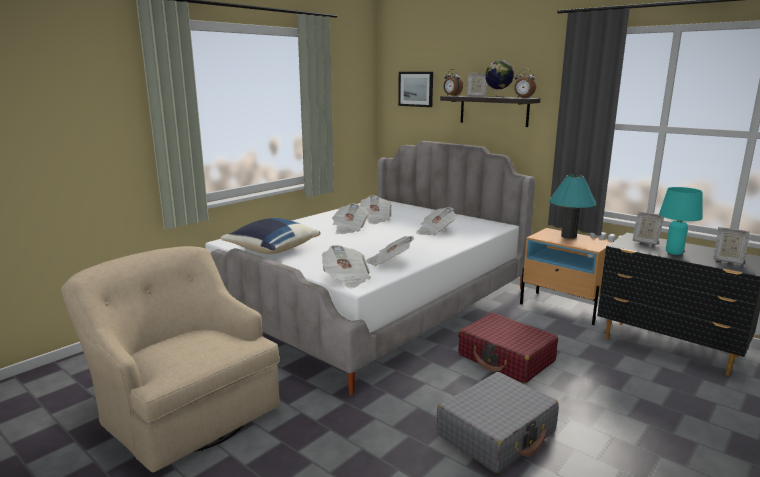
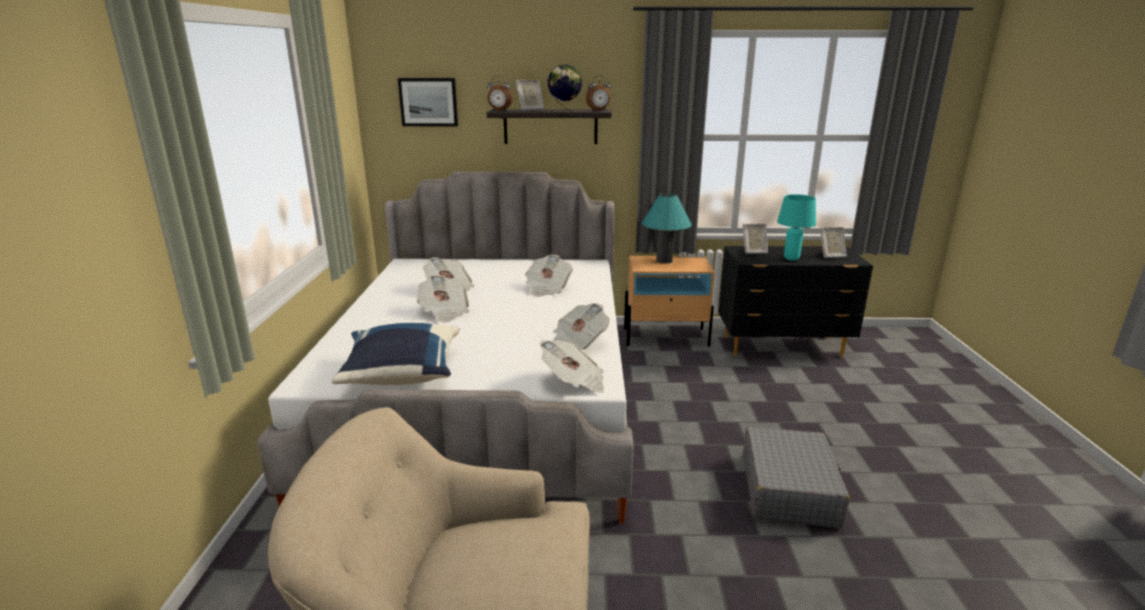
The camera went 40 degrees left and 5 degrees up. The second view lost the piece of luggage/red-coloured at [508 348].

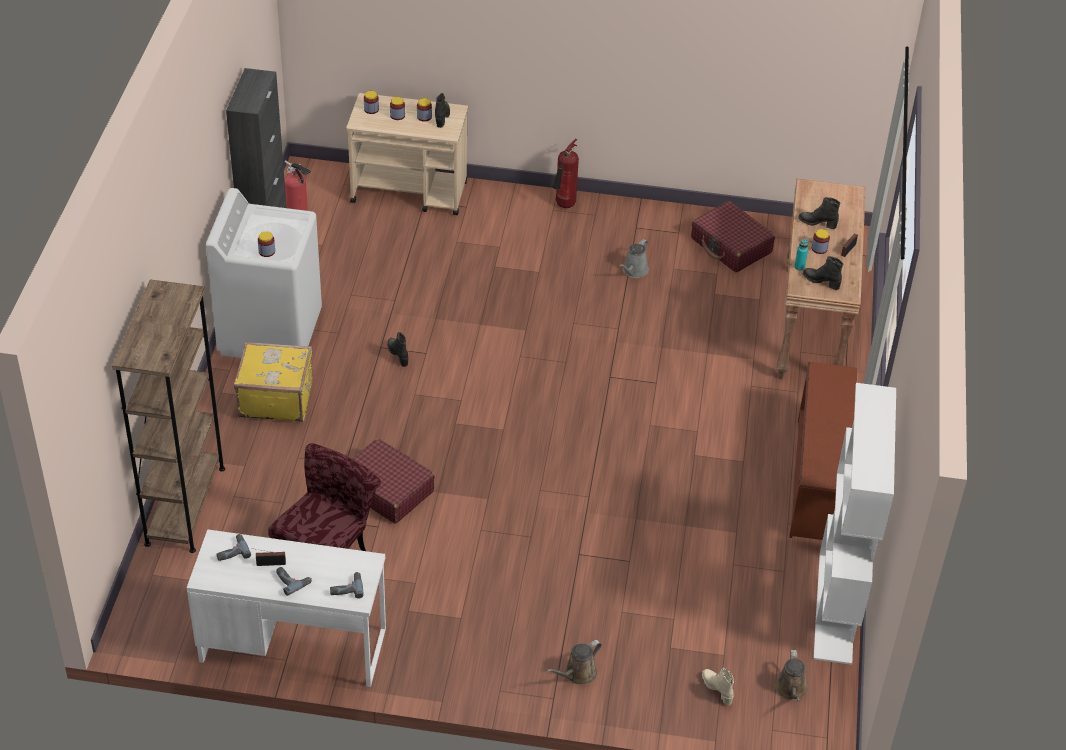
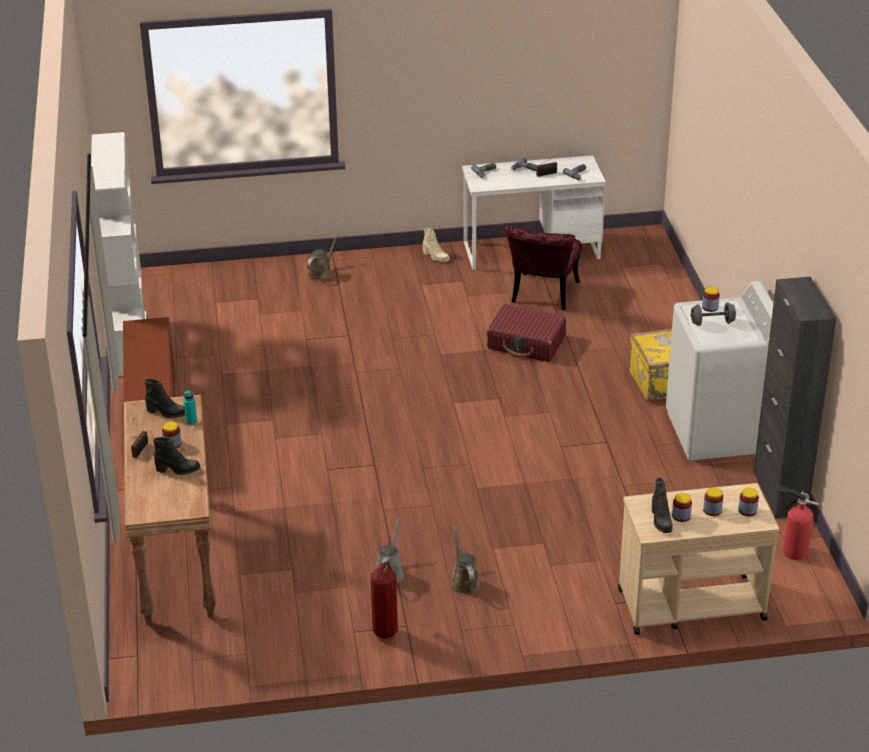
The camera went 165 degrees right and 10 degrees down. The second view lost the bookcase/brown-coloured at [168 416]. The second view lost the boot/black-coloured at [397 349]. The extinguisher ended up elsewhere, having gone from [566 173] to [384 600]. The second view lost the piece of luggage/red-coloured at [733 237]. The boot/beige-coloured ended up elsewhere, having gone from [718 686] to [436 244]. The sprinkling can/brown-coloured ended up elsewhere, having gone from [791 675] to [465 560]. The second view gained the hand weight/gray at [713 314].

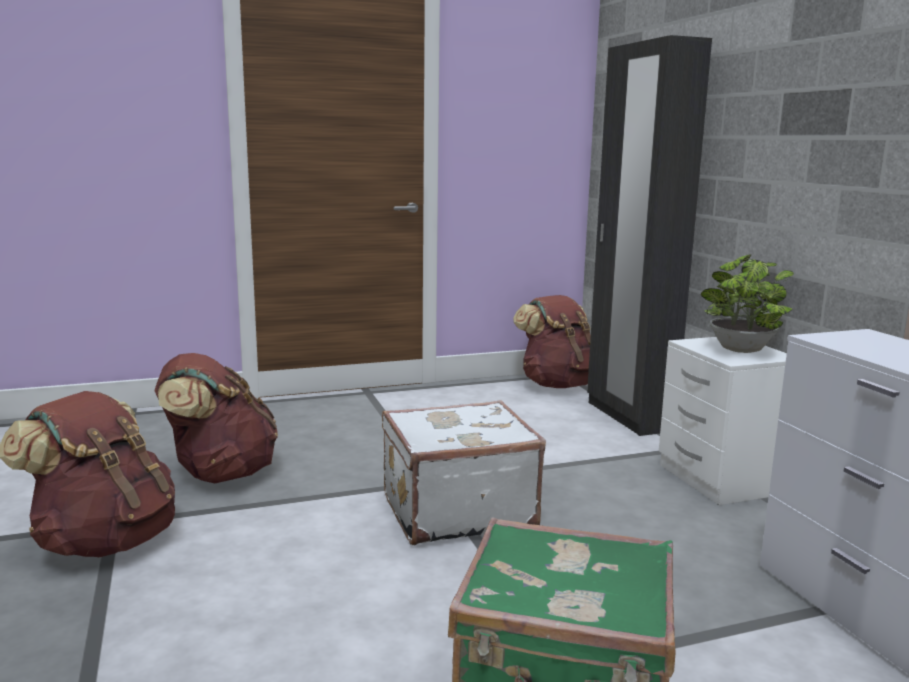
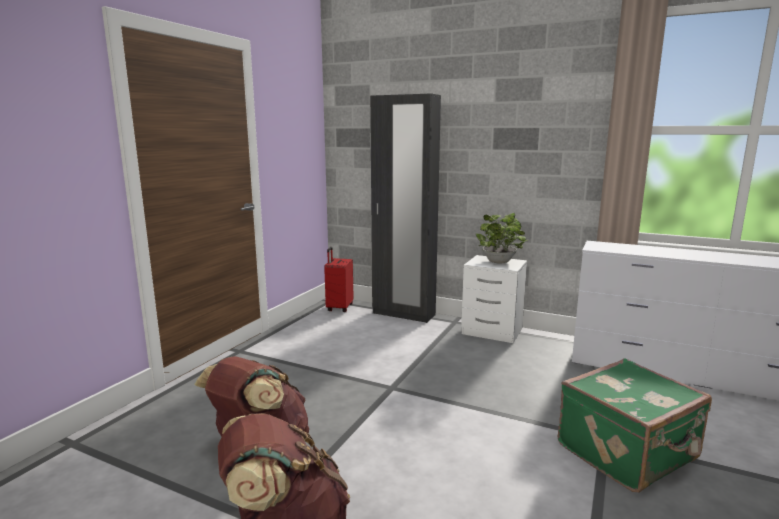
The camera went 45 degrees left and 0 degrees up. The second view lost the piece of luggage/white at [464 472]. Where the knapsack/brown-coloured stood at [552 341], the piece of luggage/red-coloured came to stand at [339 279].

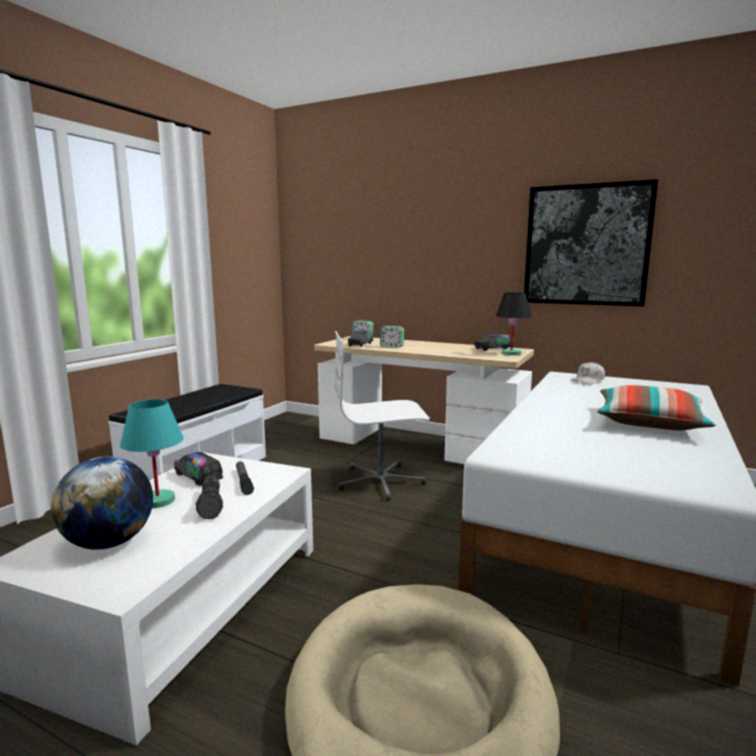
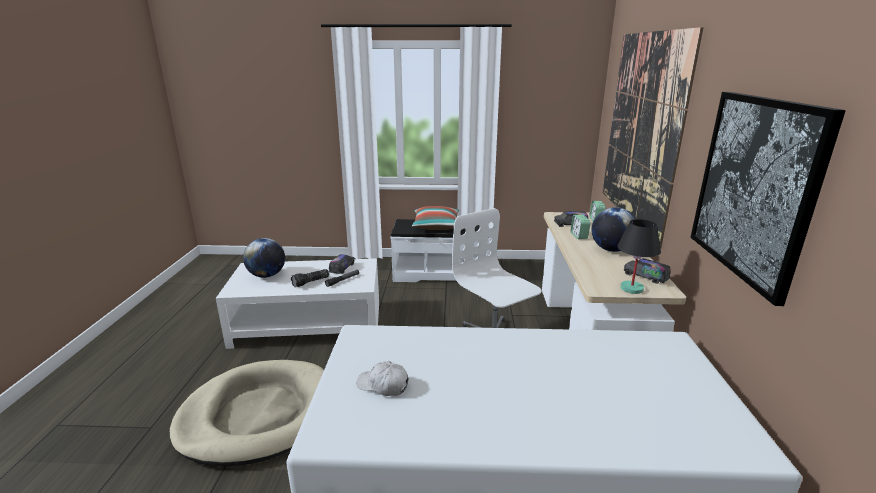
The camera went 65 degrees right and 10 degrees up. The second view lost the lamp for a table/blue-green at [152 453]. The peaked cap/white ended up elsewhere, having gone from [588 373] to [383 378]. The throw pillow ended up elsewhere, having gone from [657 407] to [435 218]. The second view gained the globe at [614 229]. The second view gained the picture at [653 137].

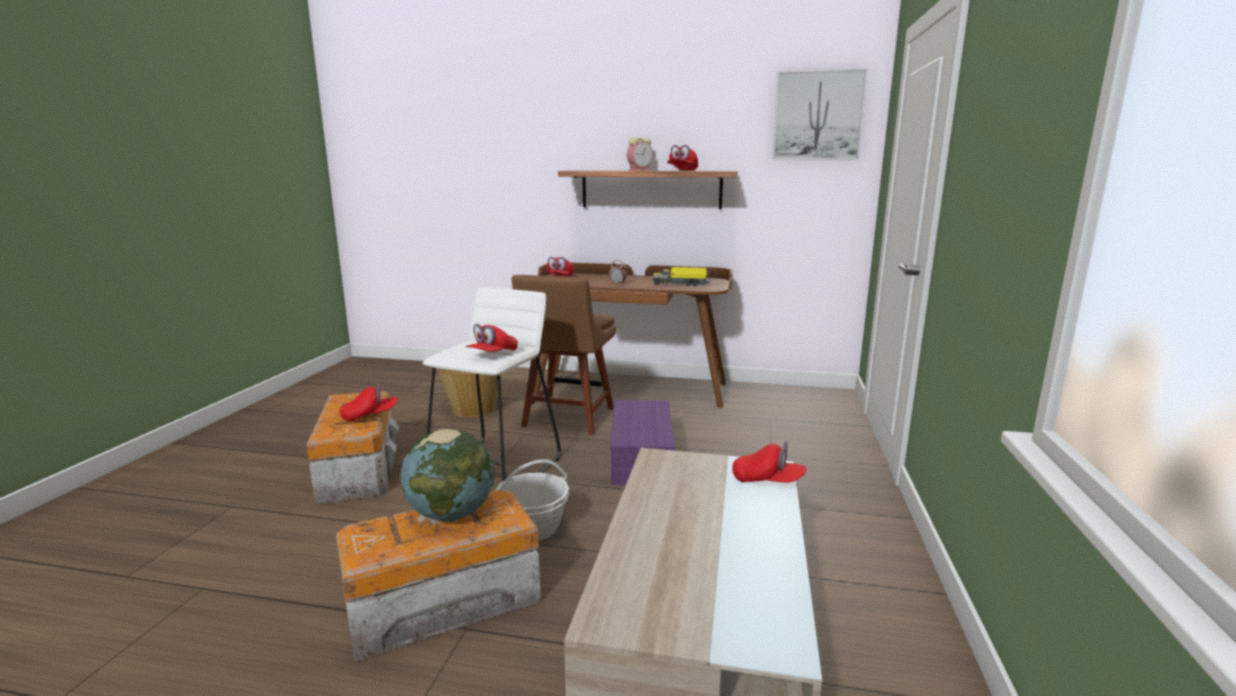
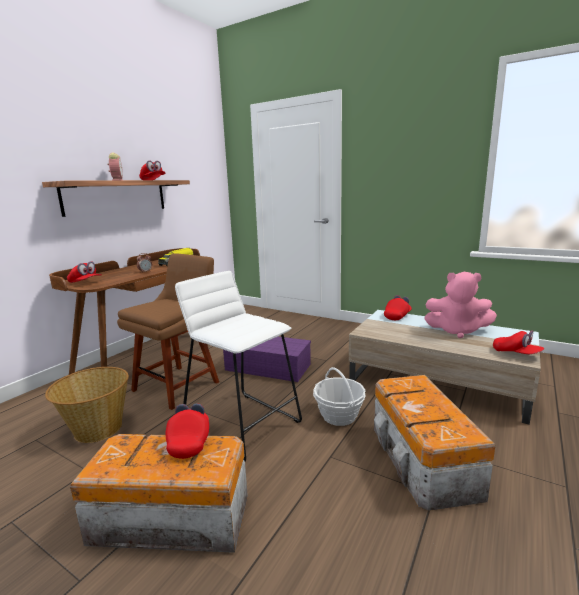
The camera went 70 degrees left and 0 degrees up. The second view lost the globe at [447 475]. The peaked cap/red-coloured ended up elsewhere, having gone from [492 338] to [519 342]. The chair/brown-coloured at [564 355] ended up facing another way, 90 degrees counterclockwise from before. The second view lost the picture at [820 114]. The second view gained the cuddly toy/pinkish at [460 305].

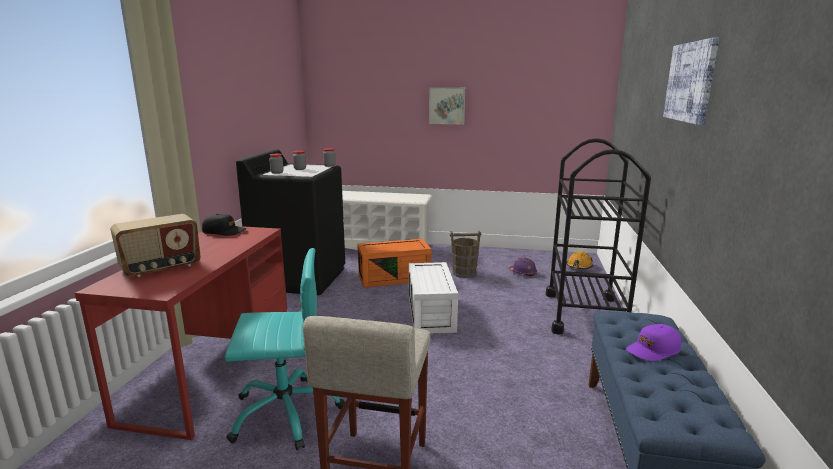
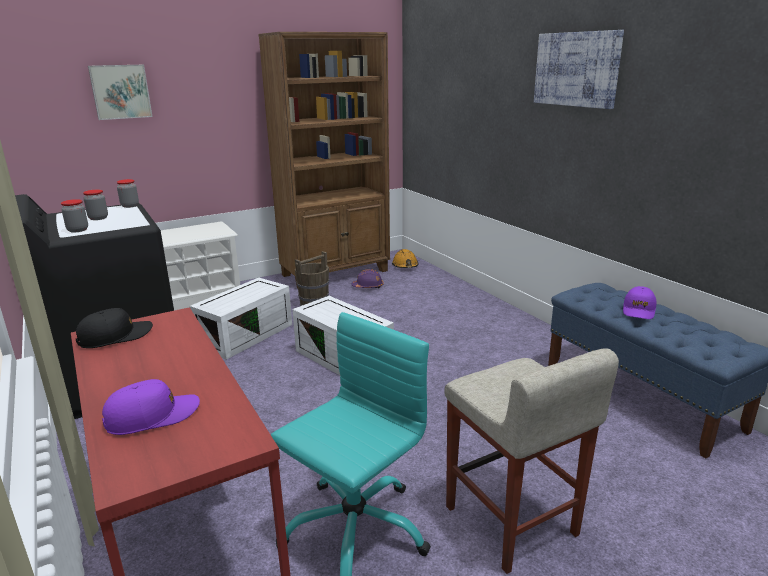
The camera went 40 degrees left and 5 degrees up. Where the radio stood at [156 245], the peaked cap/purple-coloured came to stand at [151 407]. What was the storage bin/orangey at [394 263] turned into the storage bin/white at [241 319]. The picture ended up elsewhere, having gone from [447 105] to [120 92]. The second view lost the trolley/black-coloured at [598 236]. The second view gained the bookcase/brown-coloured at [324 160].

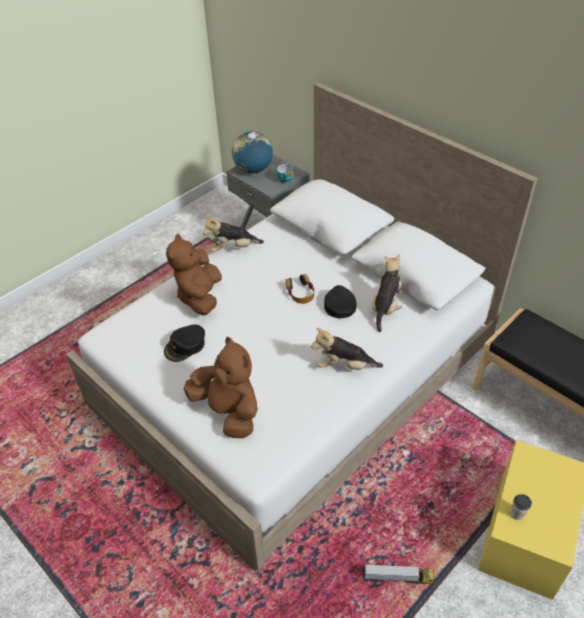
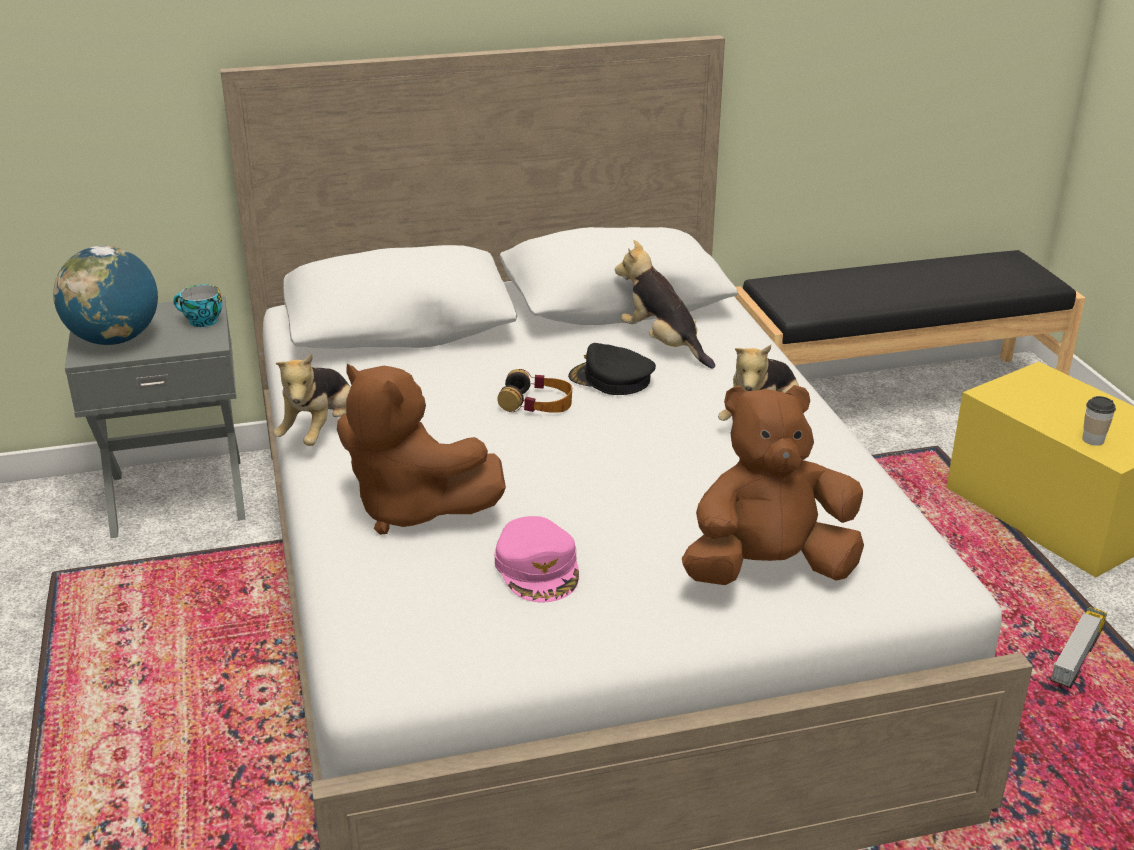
The camera went 60 degrees left and 15 degrees down. What was the peaked cap/black-coloured at [184 343] turned into the peaked cap/pinkish at [537 559].

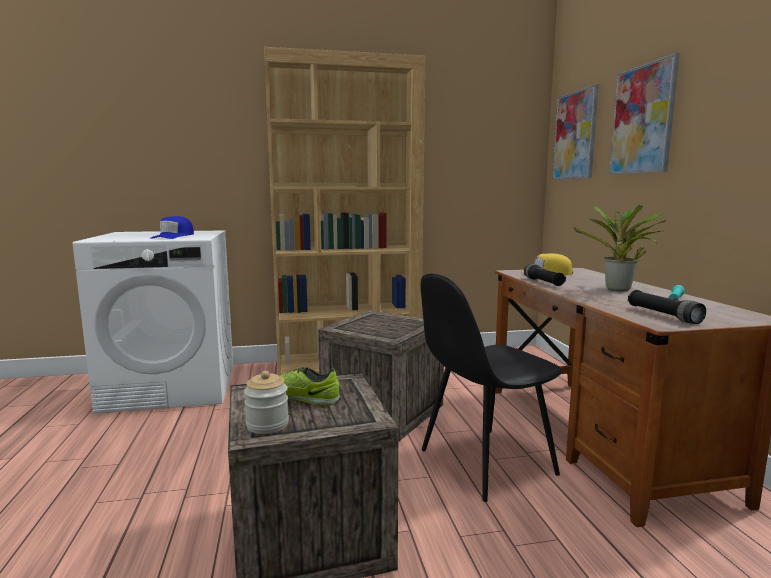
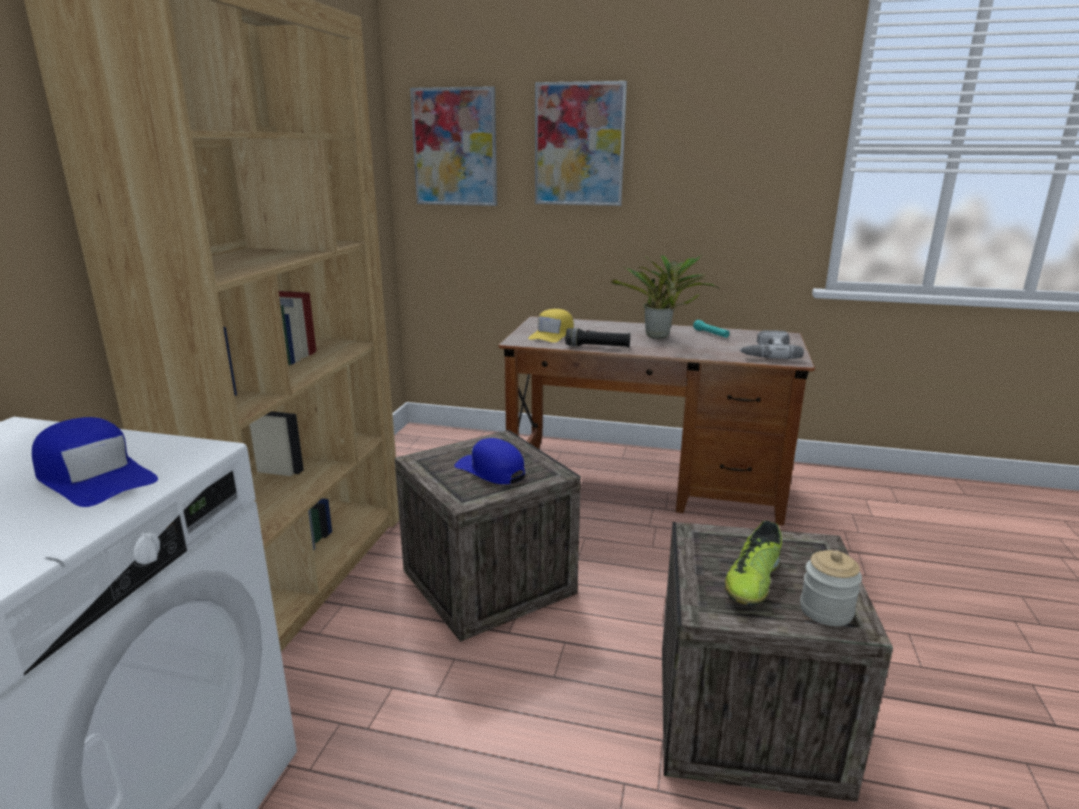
The camera went 65 degrees left and 10 degrees up. The second view lost the chair/black-coloured at [491 388]. Where the torch/black-coloured stood at [667 307], the electric drill came to stand at [772 344]. The second view gained the peaked cap/blue at [489 461].

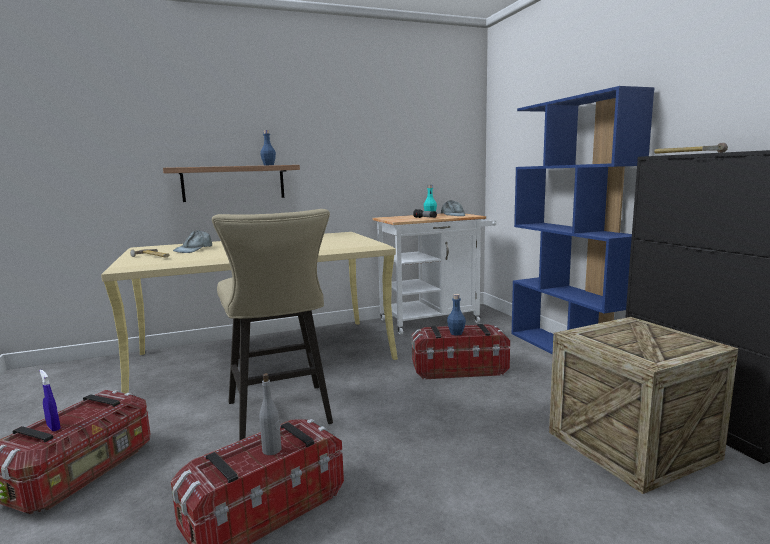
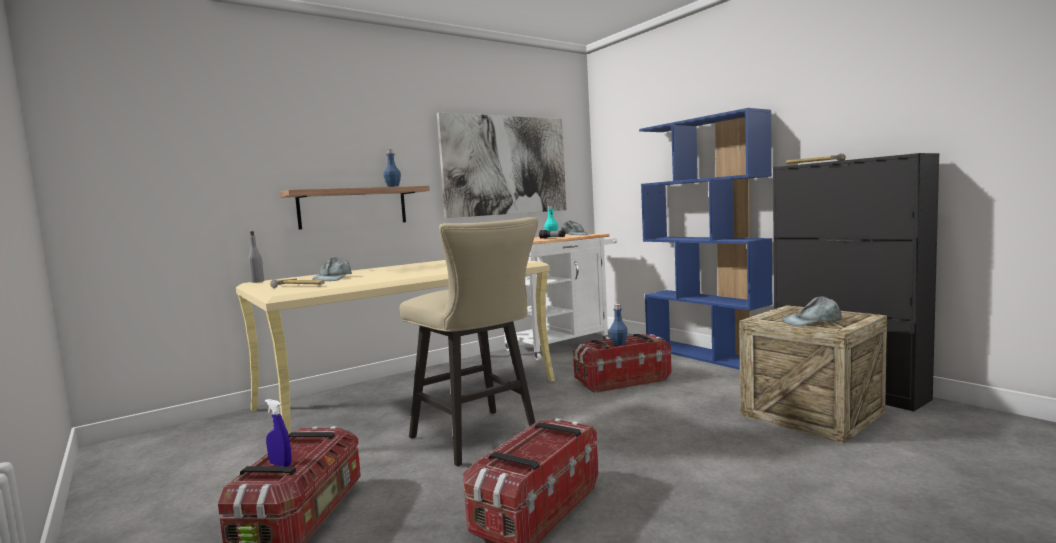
The camera went 15 degrees left and 5 degrees down. The beverage bottle/gray ended up elsewhere, having gone from [270 414] to [256 257]. The second view gained the picture at [501 165]. The second view gained the peaked cap/gray at [812 311].

